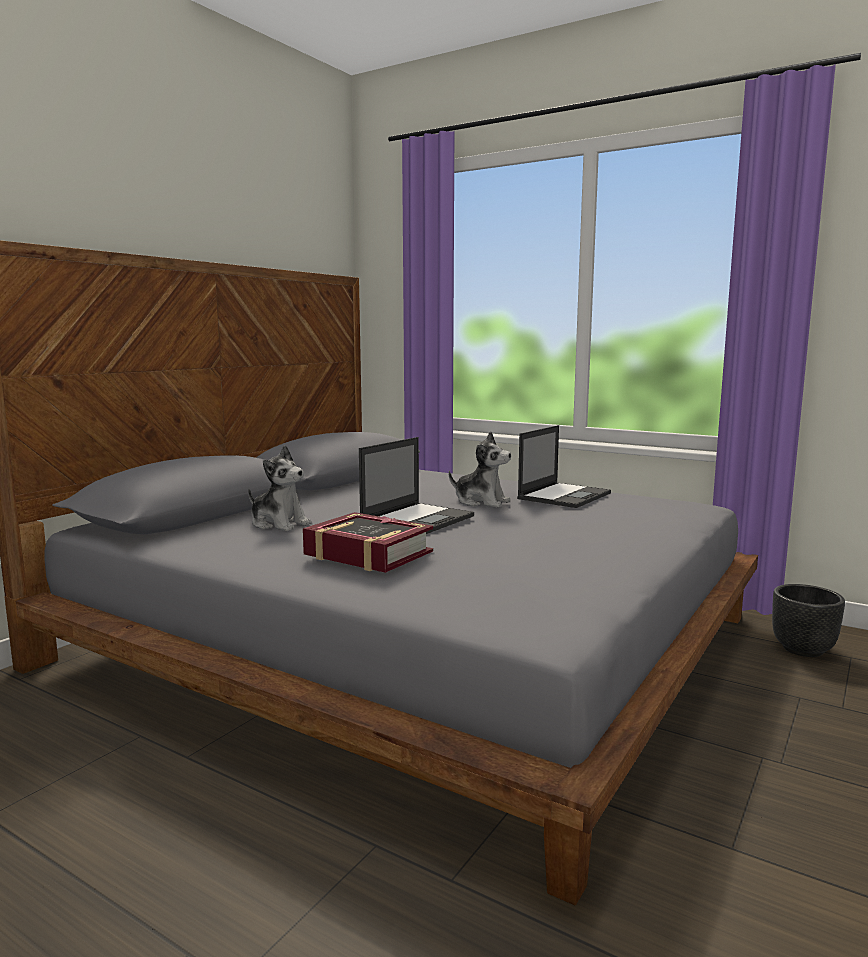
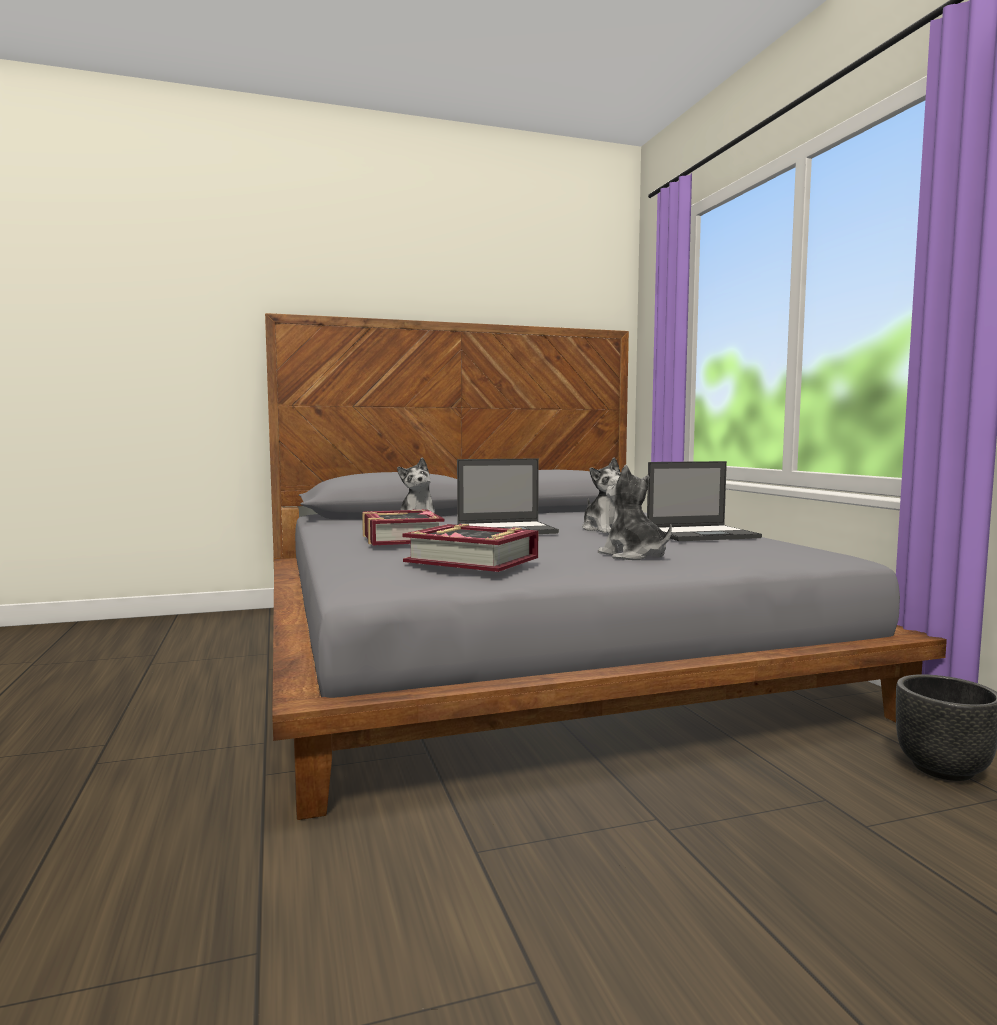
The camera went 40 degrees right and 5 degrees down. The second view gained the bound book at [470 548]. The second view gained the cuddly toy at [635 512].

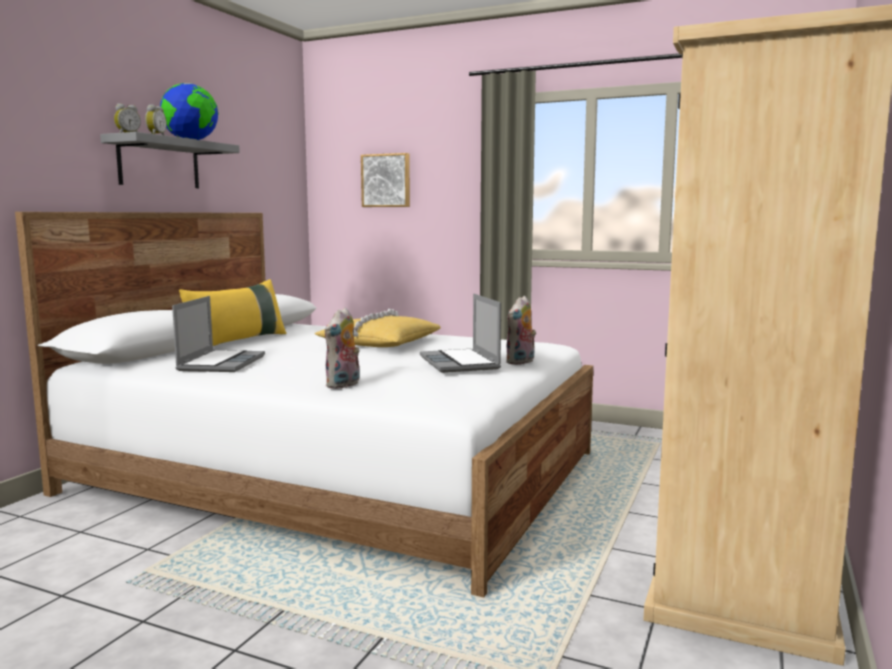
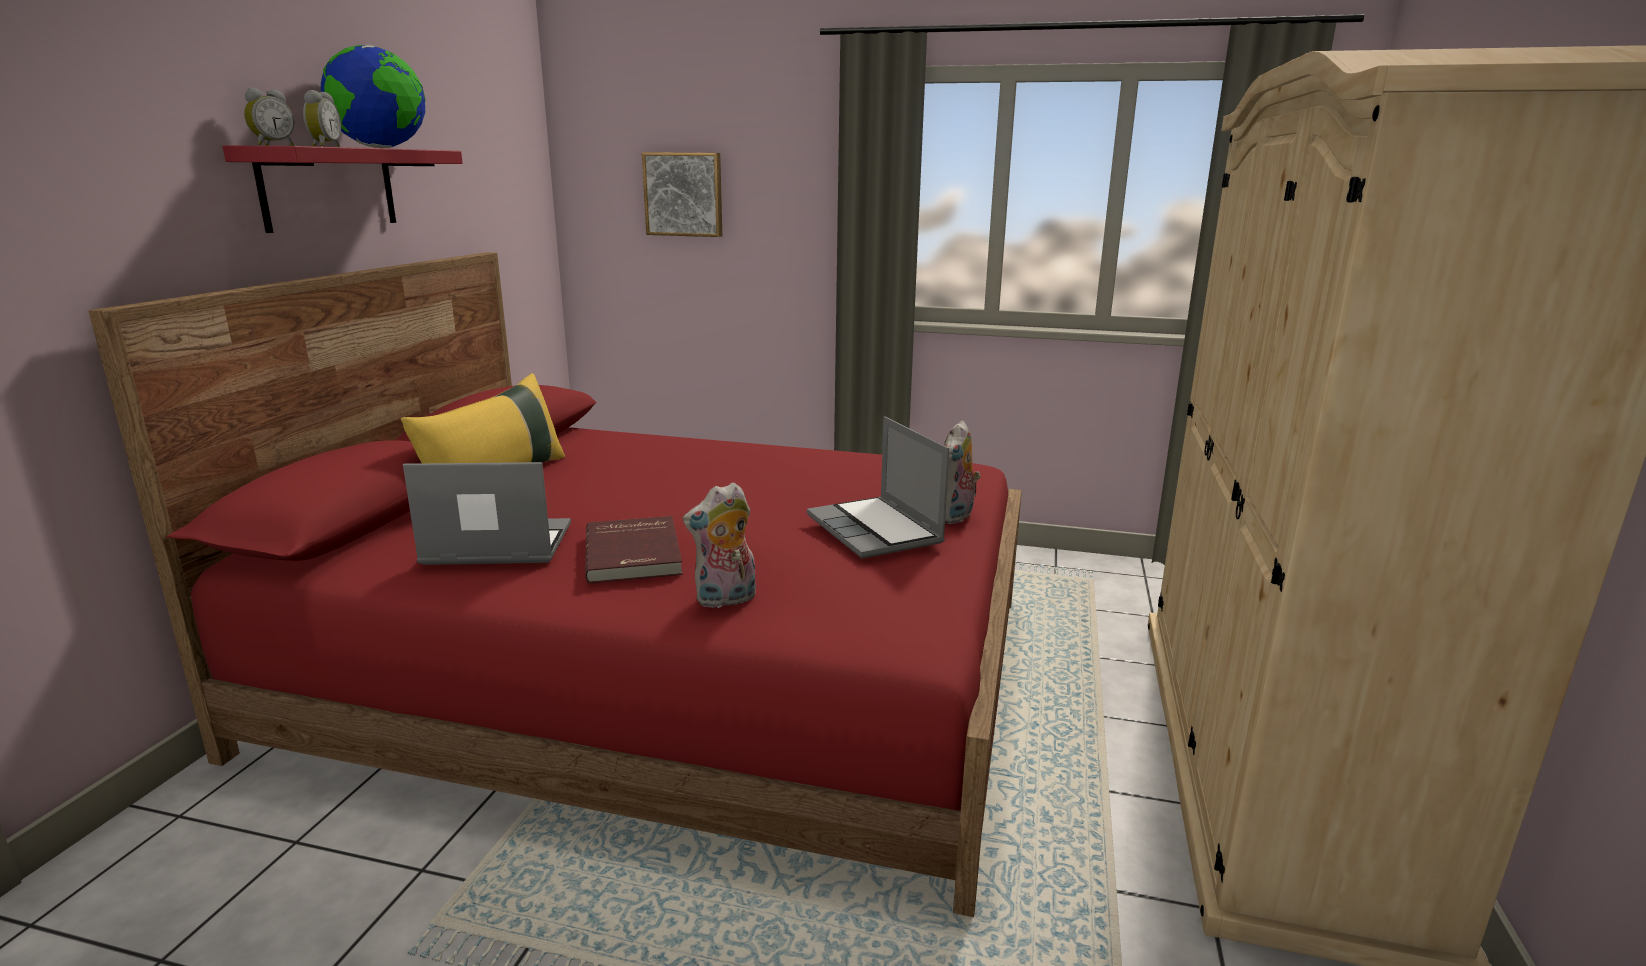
The camera went 10 degrees left and 10 degrees up. What was the bed/white at [304 404] turned into the bed/red-coloured at [555 584]. What was the wall shelf/gray at [170 160] turned into the wall shelf/red-coloured at [343 189]. The notebook computer at [218 334] ended up facing another way, 90 degrees counterclockwise from before. The second view lost the throw pillow/yellow at [378 328]. The cuddly toy at [342 348] ended up facing another way, 45 degrees clockwise from before. The second view gained the bound book/red-coloured at [634 549].

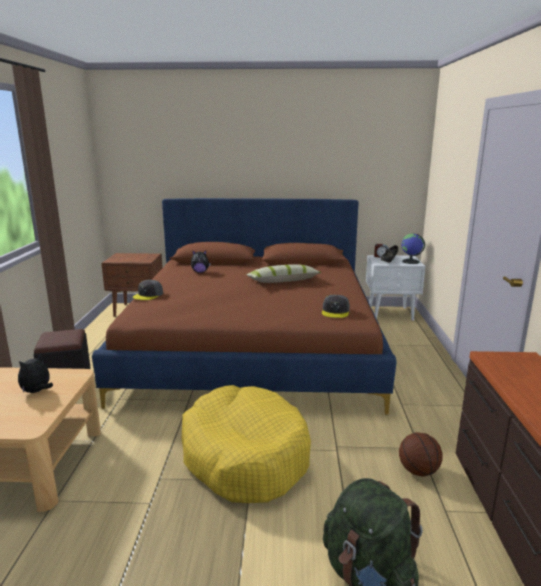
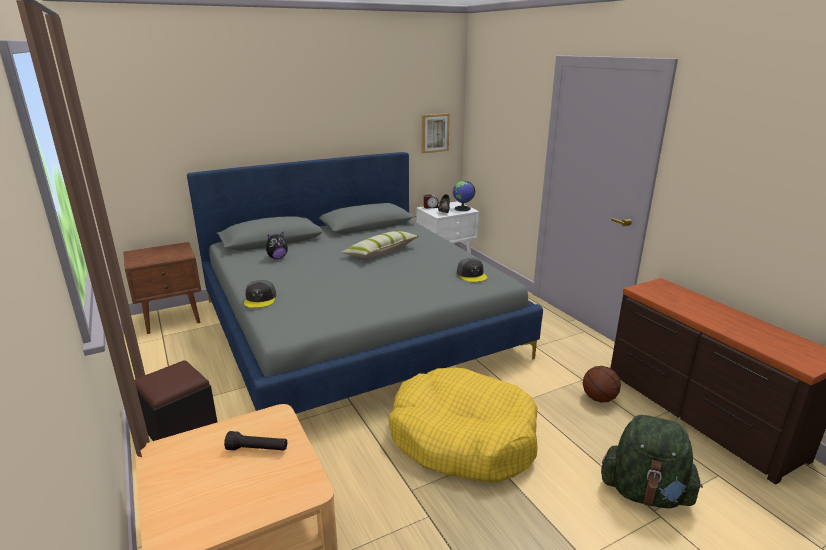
The camera went 30 degrees left and 5 degrees up. Where the cuddly toy stood at [35 373], the torch/black-coloured came to stand at [255 441]. What was the bed/brown-coloured at [244 306] turned into the bed/gray at [365 283]. The second view gained the picture at [436 133].

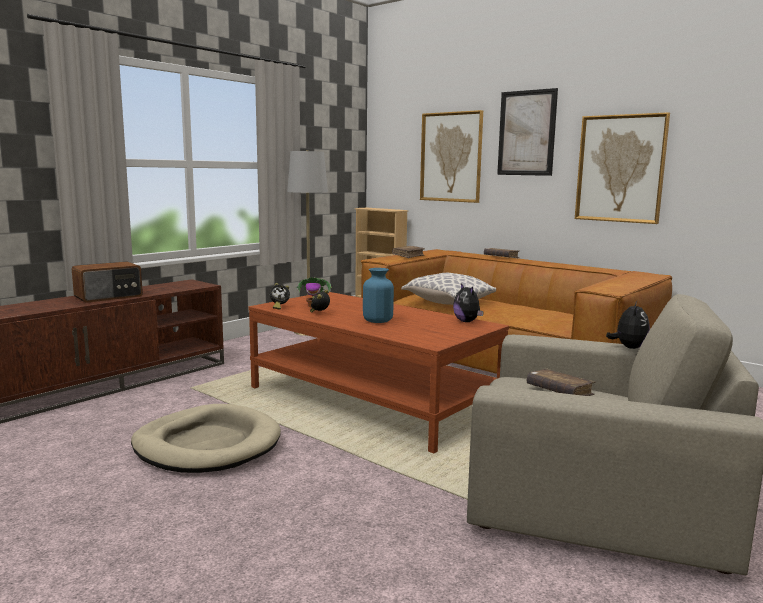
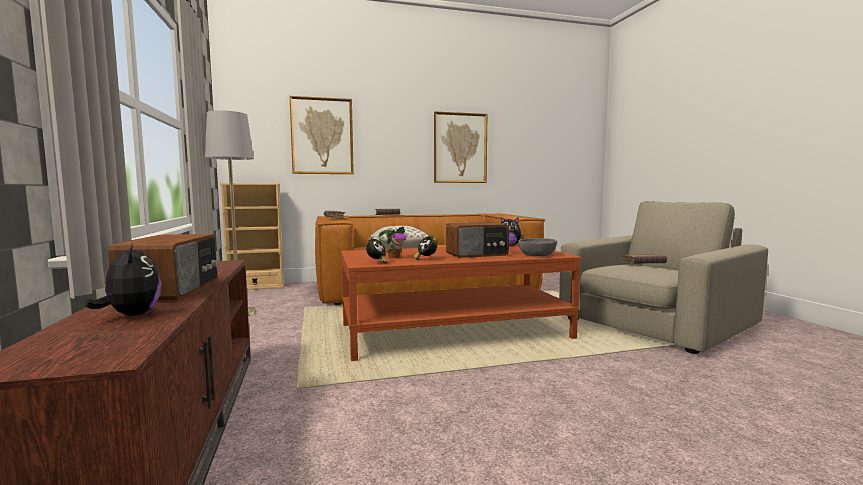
The camera went 55 degrees left and 5 degrees down. The second view lost the dog bed/beige-coloured at [206 438]. Where the vase/blue stood at [378 295], the radio came to stand at [477 240]. The second view lost the picture at [527 132]. The cuddly toy ended up elsewhere, having gone from [628 325] to [123 279]. The second view gained the deep dish/gray at [537 247].

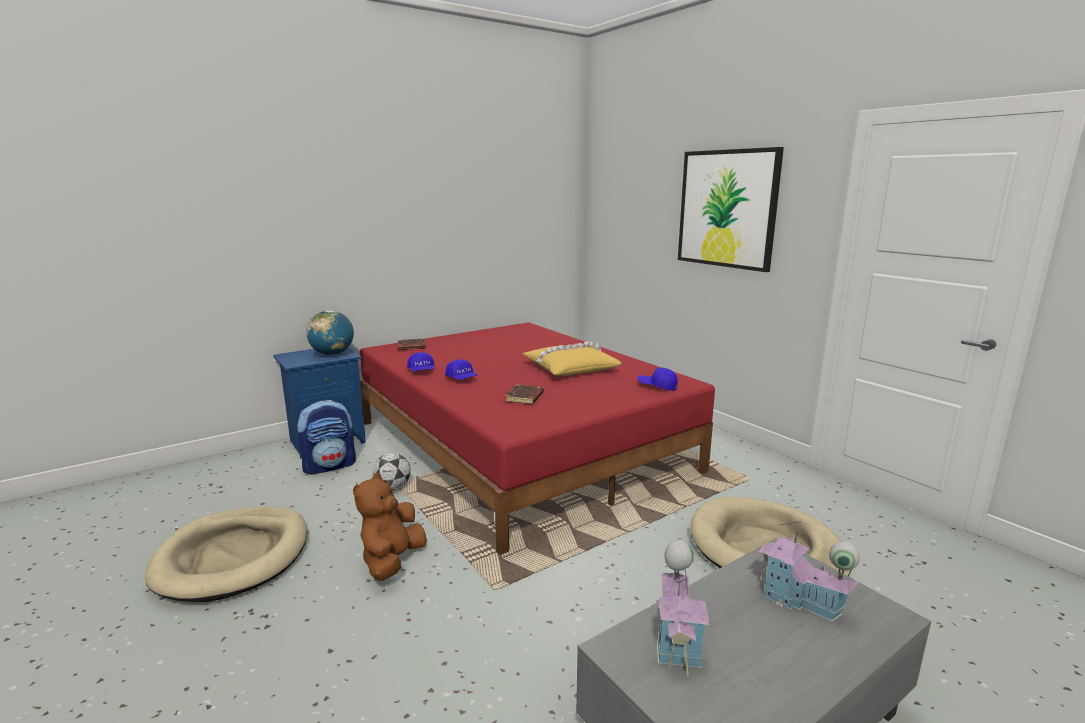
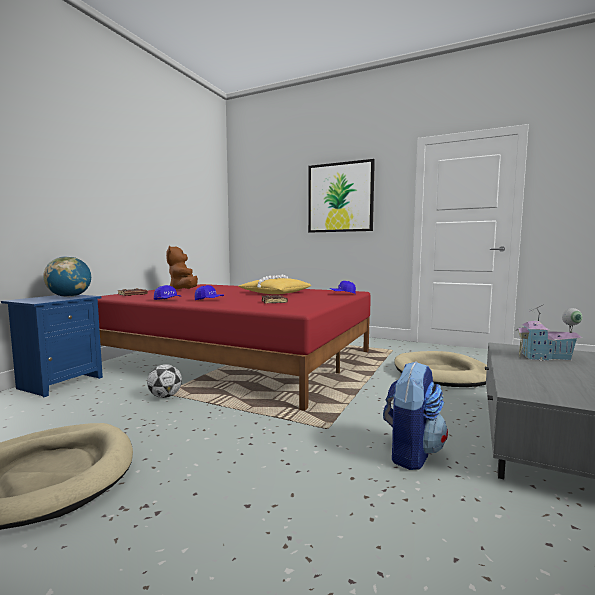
The camera went 30 degrees left and 10 degrees down. The knapsack ended up elsewhere, having gone from [326 437] to [415 415]. The cuddly toy/brown-coloured ended up elsewhere, having gone from [390 527] to [182 267]. The second view lost the miniature house at [683 608].

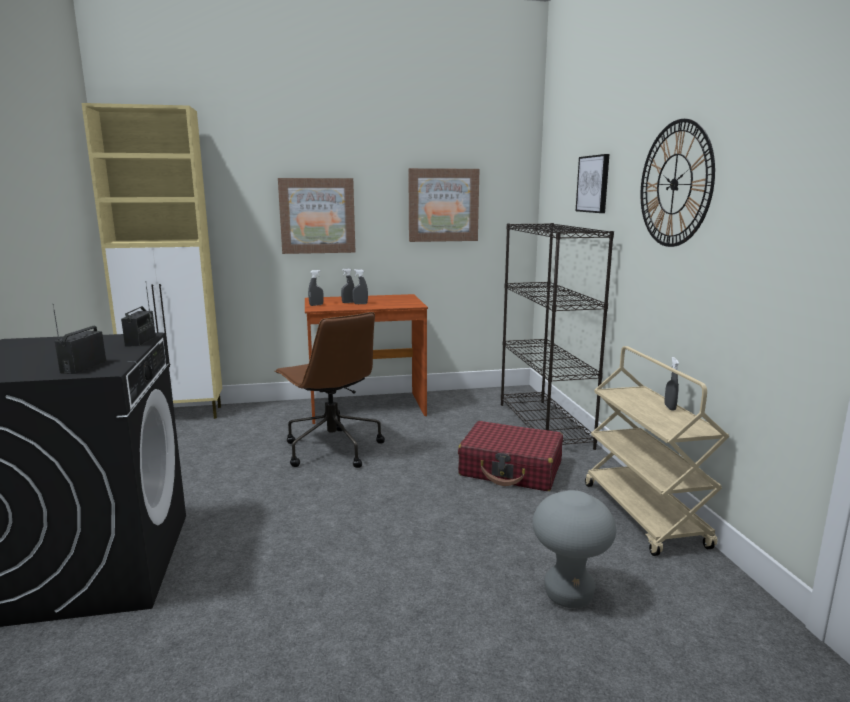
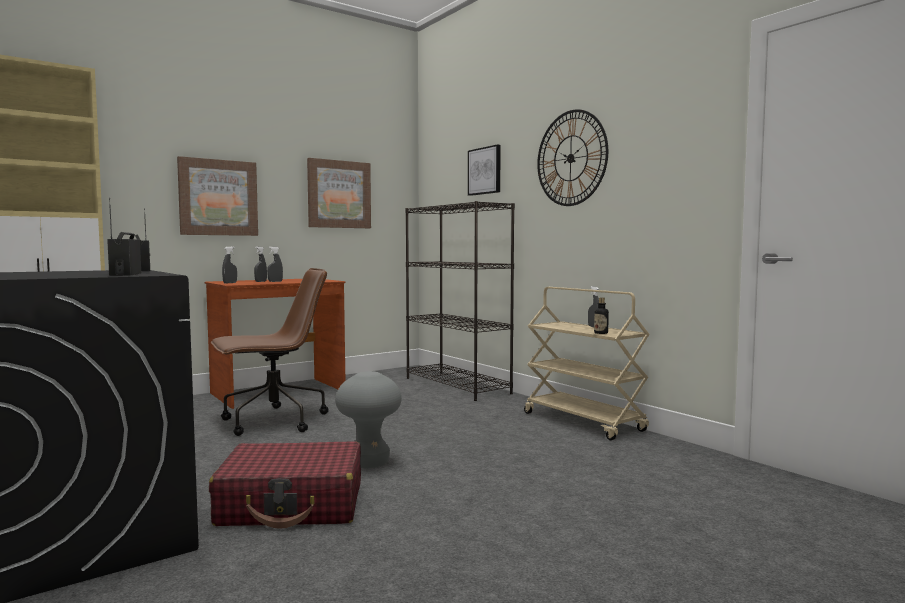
The camera went 25 degrees left and 10 degrees down. The office chair/brown-coloured at [329 390] ended up facing another way, 60 degrees counterclockwise from before. The piece of luggage/red-coloured ended up elsewhere, having gone from [510 456] to [285 485]. The stool/gray ended up elsewhere, having gone from [574 549] to [368 419]. The second view gained the beverage bottle at [601 316].

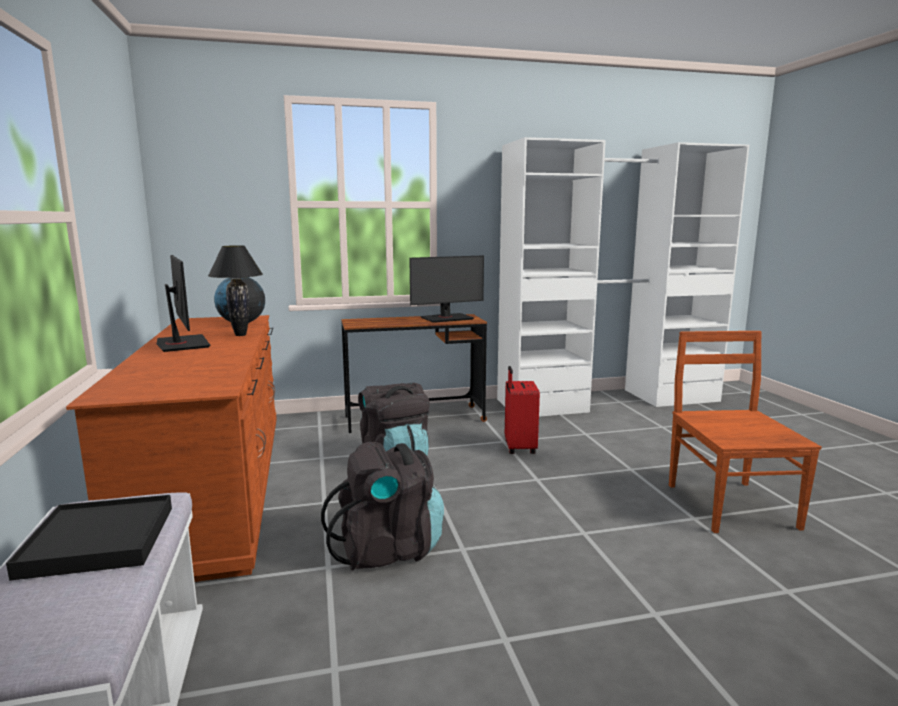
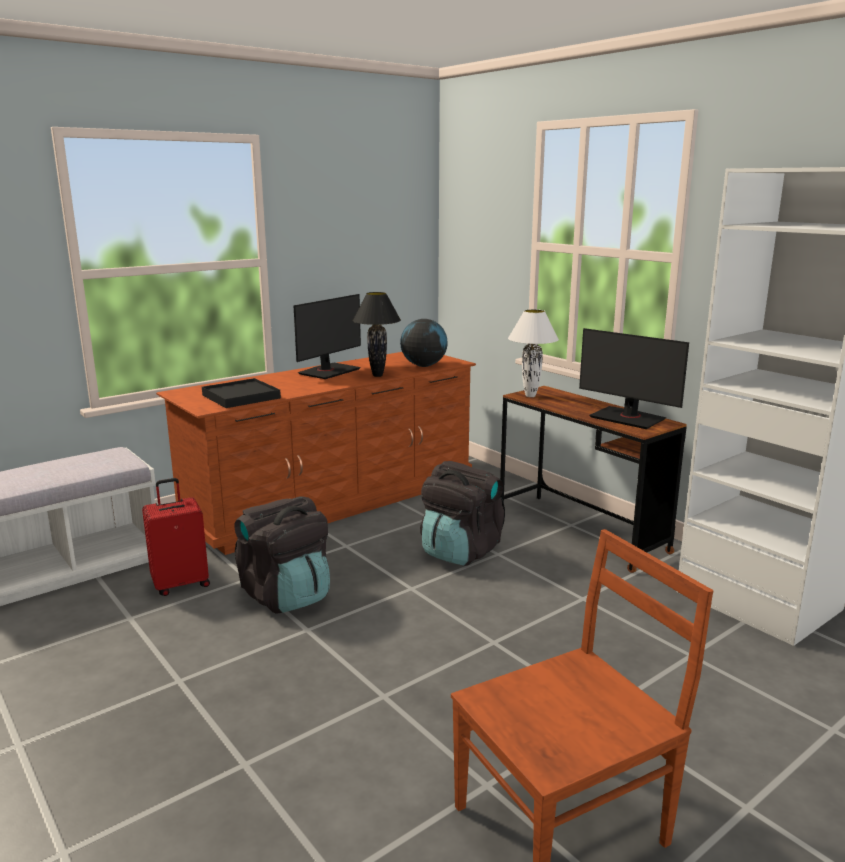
The camera went 65 degrees right and 5 degrees up. The tray/black-coloured ended up elsewhere, having gone from [89 538] to [241 393]. The piece of luggage/red-coloured ended up elsewhere, having gone from [522 410] to [176 537]. The second view gained the lamp for a table/white at [533 353].

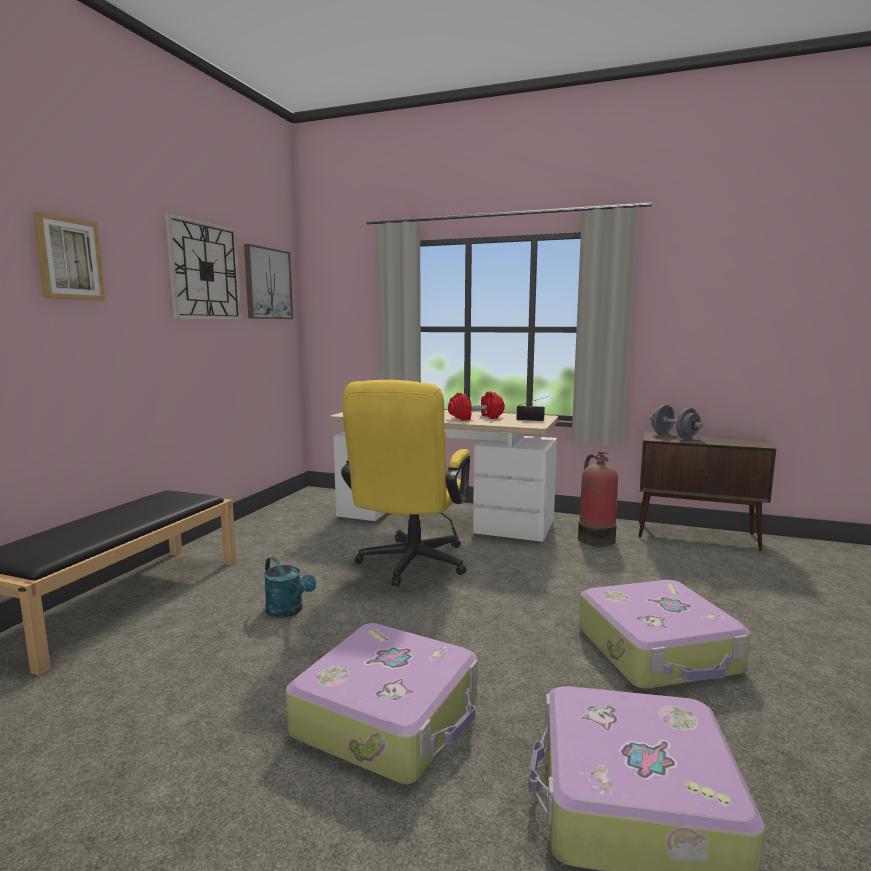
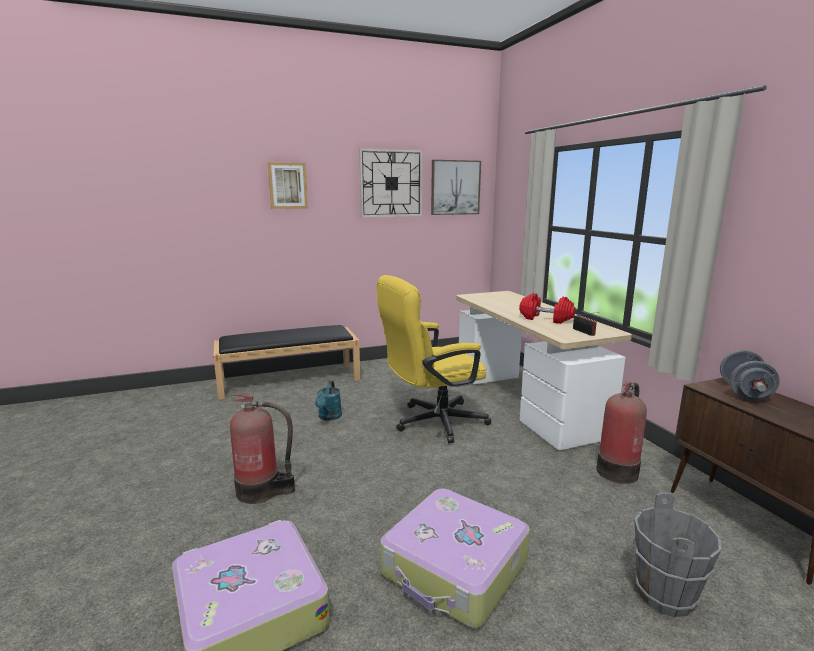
The camera went 50 degrees right and 5 degrees up. Where the piece of luggage stood at [382 703], the extinguisher came to stand at [262 448]. The second view gained the water bucket/gray at [677 554].

